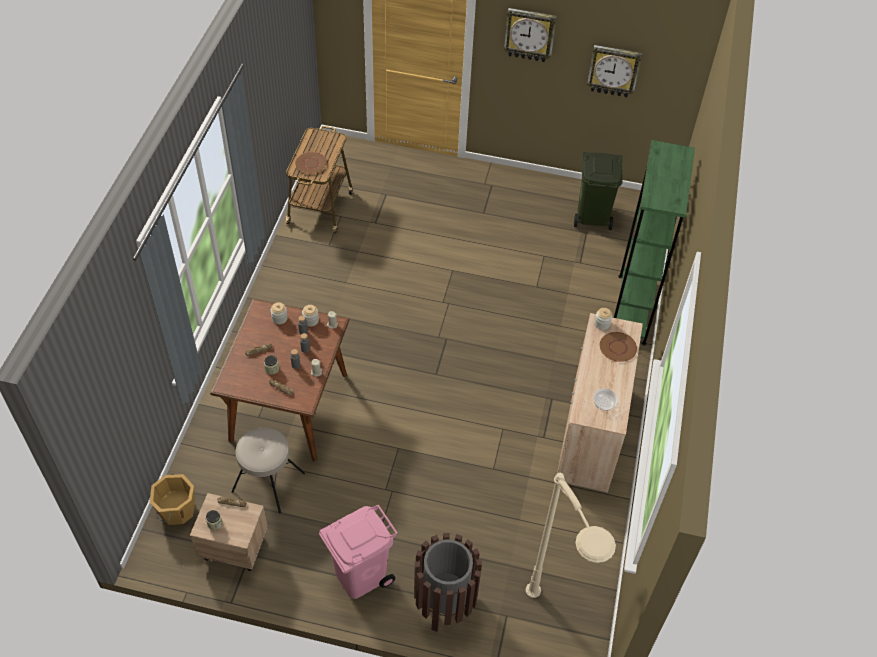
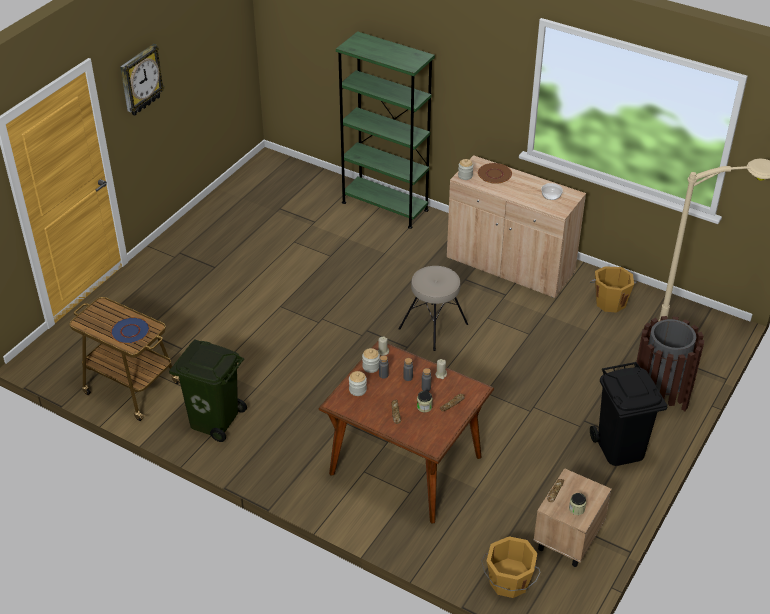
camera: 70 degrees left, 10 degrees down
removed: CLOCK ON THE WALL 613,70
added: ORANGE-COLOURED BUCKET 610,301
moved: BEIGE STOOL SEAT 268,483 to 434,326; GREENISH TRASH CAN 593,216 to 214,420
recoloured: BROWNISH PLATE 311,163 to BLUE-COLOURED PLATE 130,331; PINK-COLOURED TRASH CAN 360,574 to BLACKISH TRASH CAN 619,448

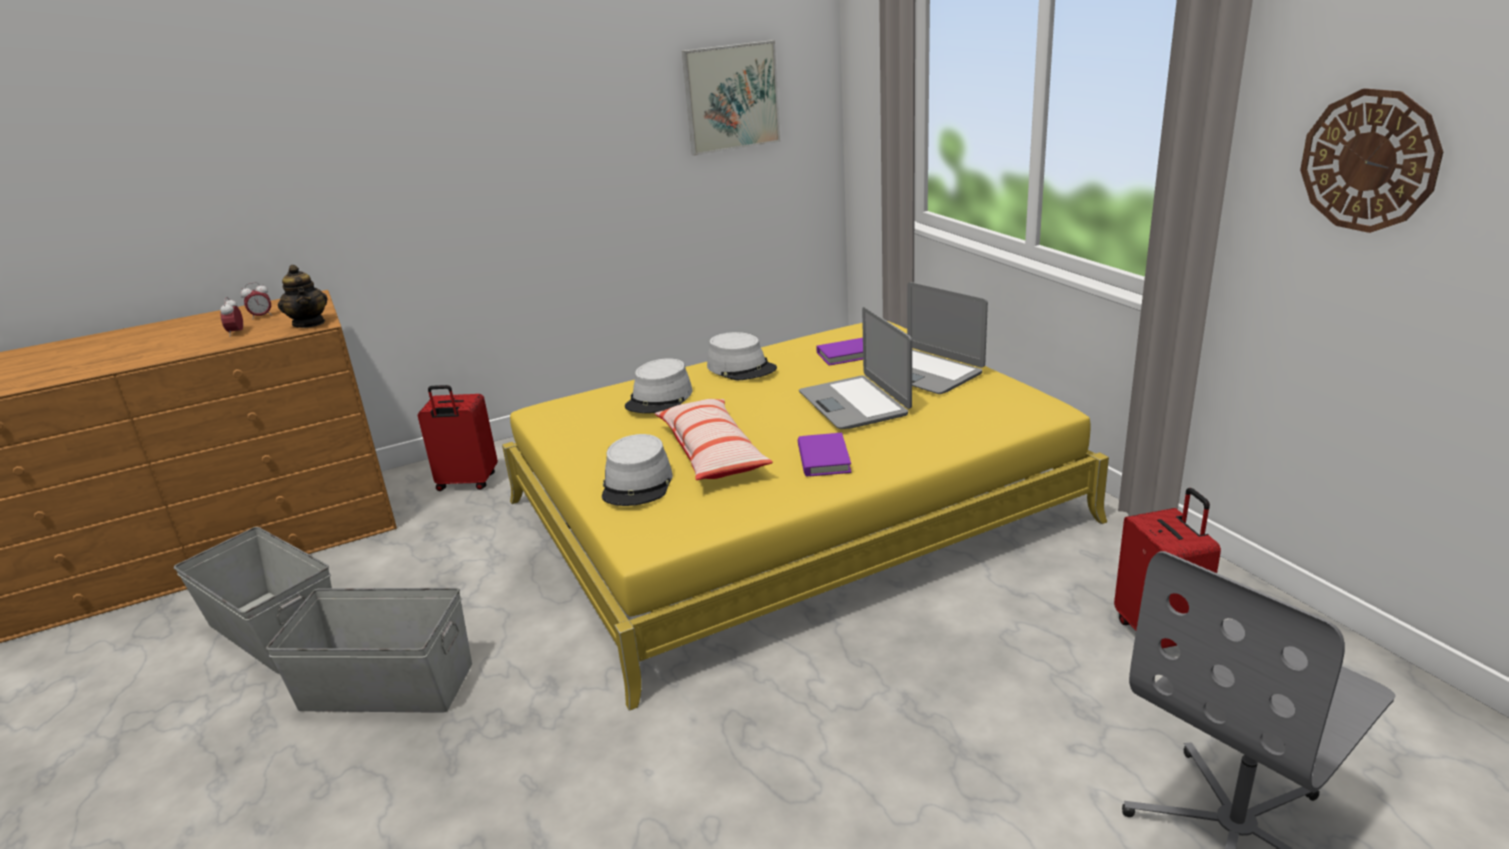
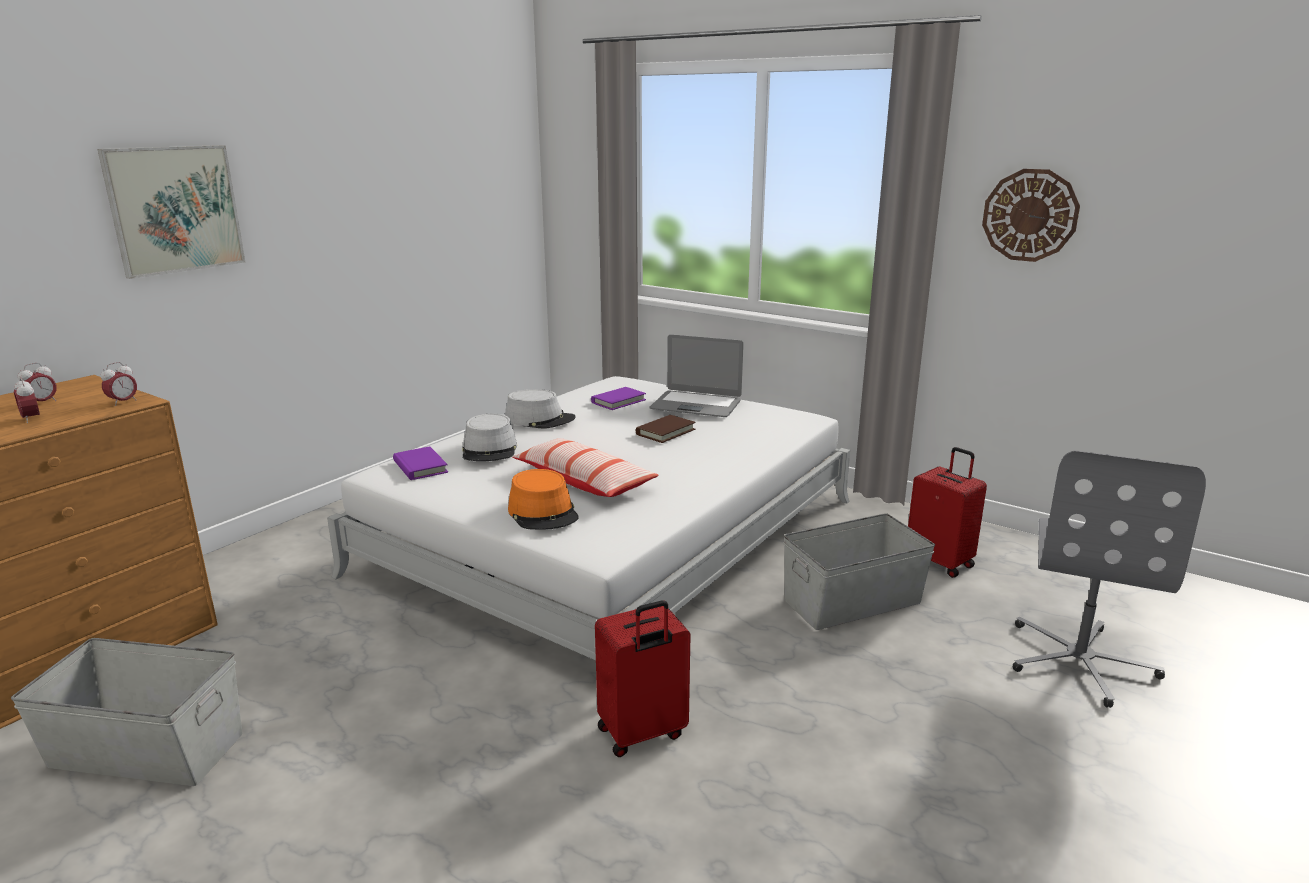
camera: 30 degrees left, 5 degrees down
moved: GREY STORAGE BOX 387,687 to 853,601; REDDISH PIECE OF LUGGAGE 467,483 to 642,734; WALL PICTURE 731,97 to 175,209; PURPLE-COLOURED BOOK 823,458 to 420,467
replaced: TEA POT 309,323 to ALARM CLOCK 123,402; LAPTOP 854,403 to BROWNISH BOOK 665,432
recoloured: YELLOWISH BEDROOM BED 790,511 to WHITE-COLOURED BEDROOM BED 612,536; GREY WEARABLE HAT 637,484 to ORANGE-COLOURED WEARABLE HAT 543,513

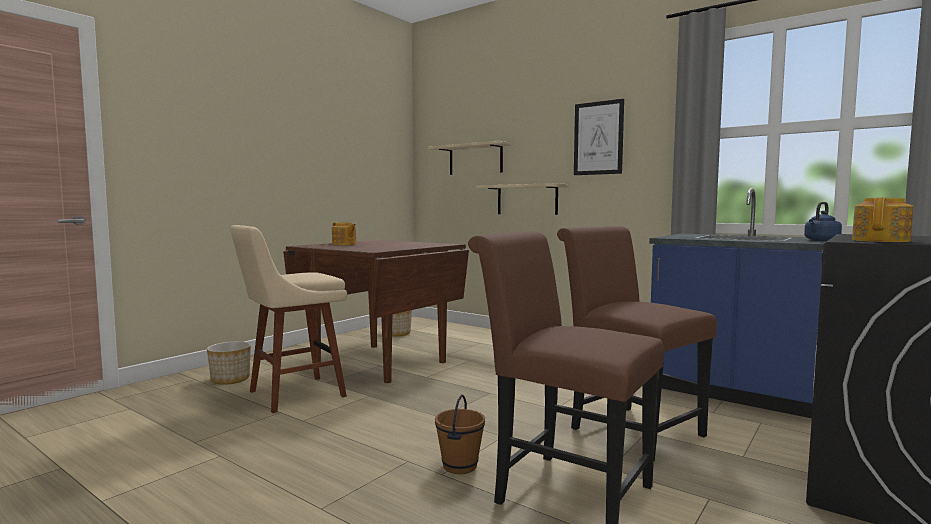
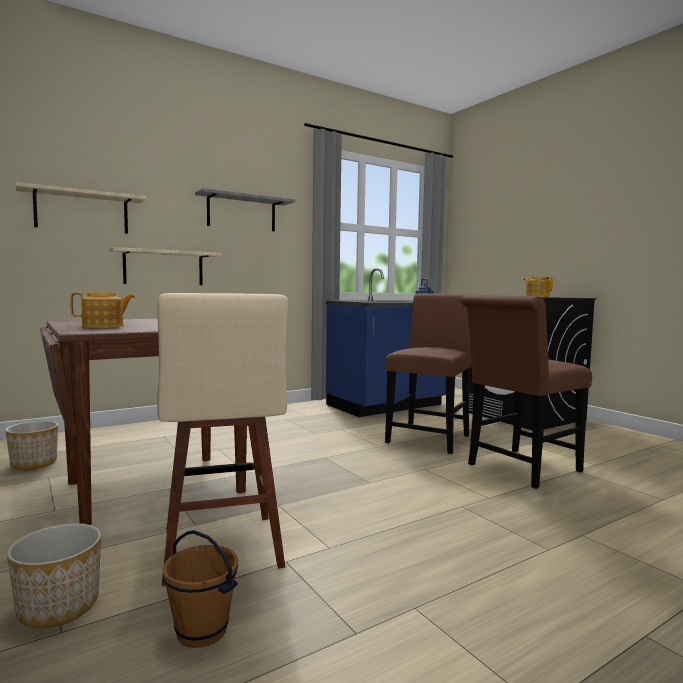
camera: 70 degrees left, 0 degrees up
moved: BROWNISH BUCKET 459,466 to 201,632
replaced: WALL PICTURE 598,138 to GREY SHELF 241,213
turned: BROWNISH CHAIR 629,429 = 430,437 135 degrees clockwise

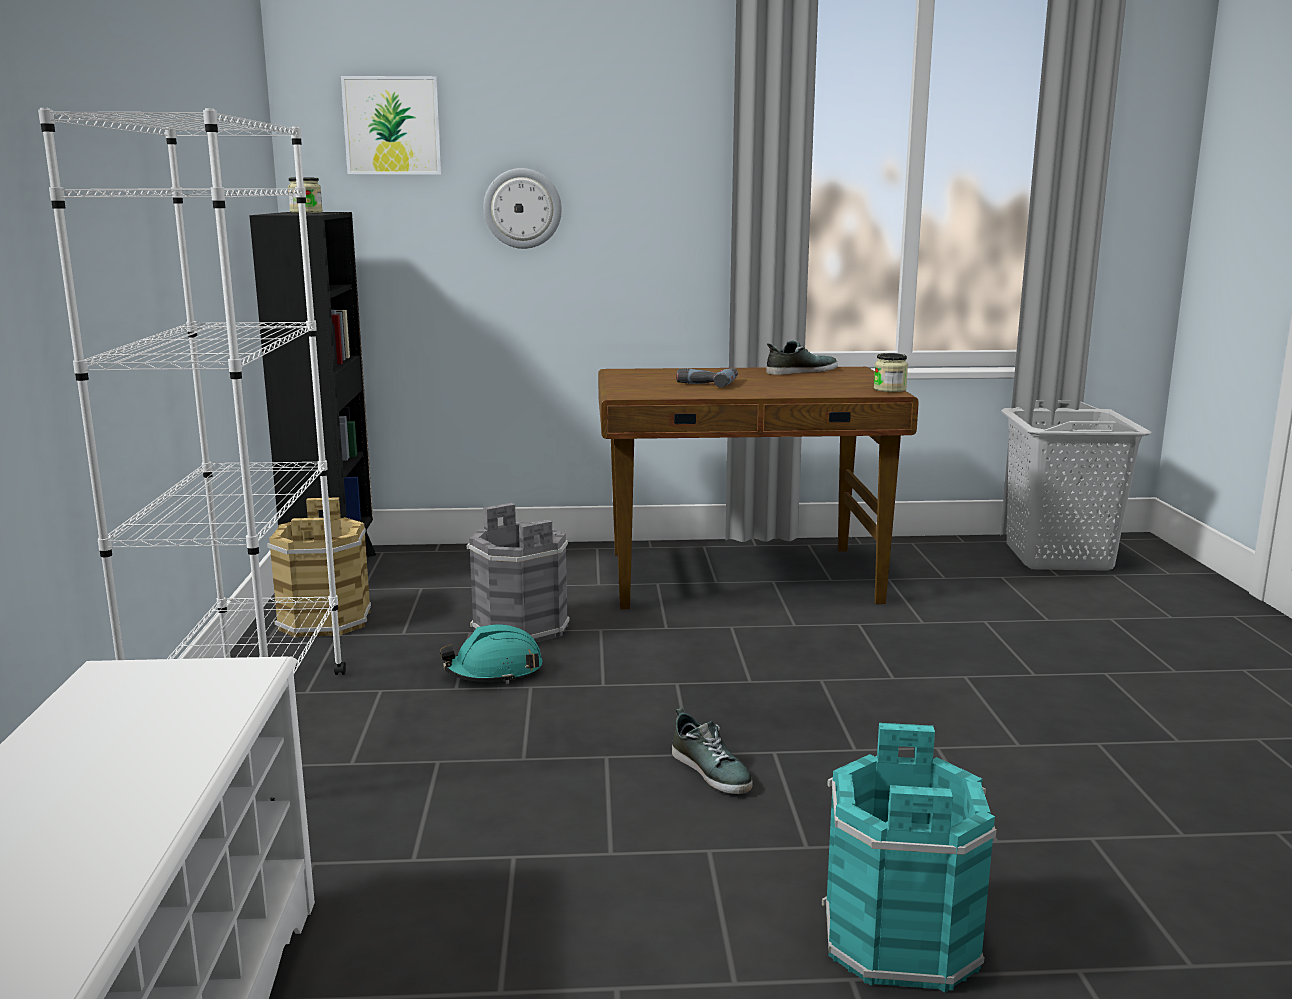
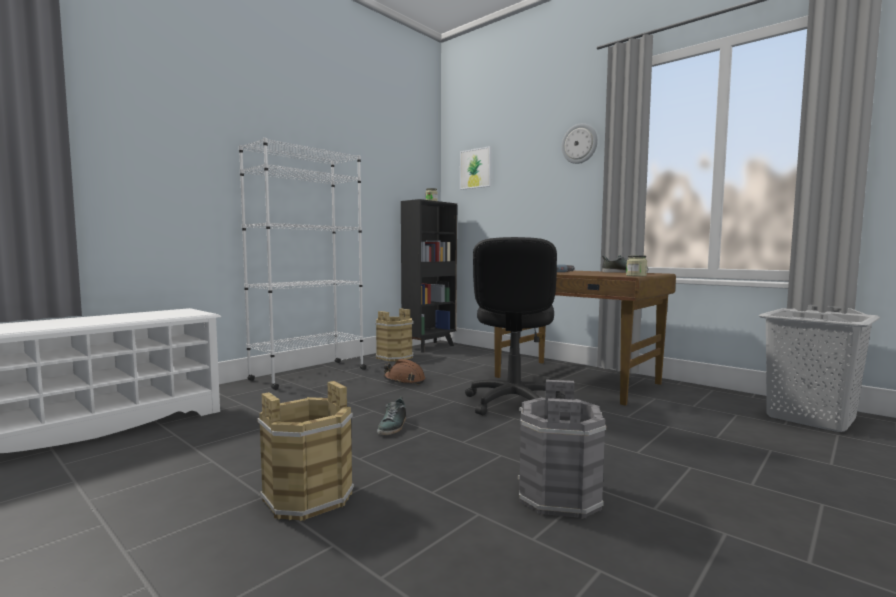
camera: 45 degrees right, 10 degrees down
added: BLACKISH COMPUTER CHAIR 513,403
moved: GREY BUCKET 519,628 to 558,495; CLOCK ON THE WALL 522,208 to 579,144
recoloured: BLUE-GREEN WORK HELMET 494,672 to BROWNISH WORK HELMET 404,380; BLUE-GREEN BUCKET 899,939 to BROWNISH BUCKET 307,496

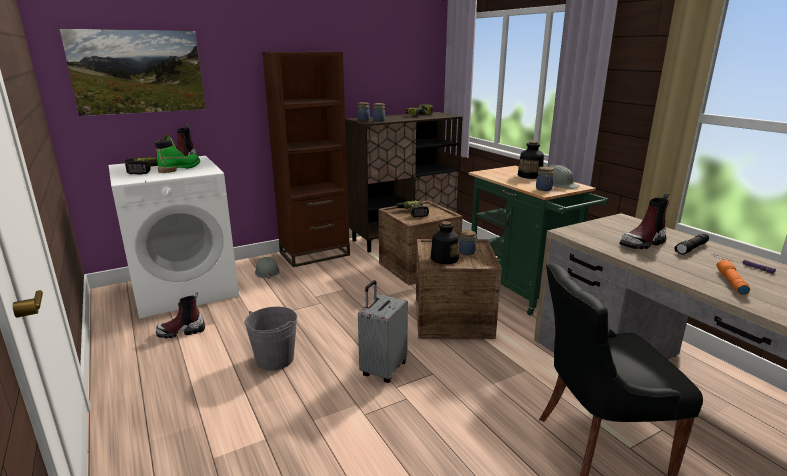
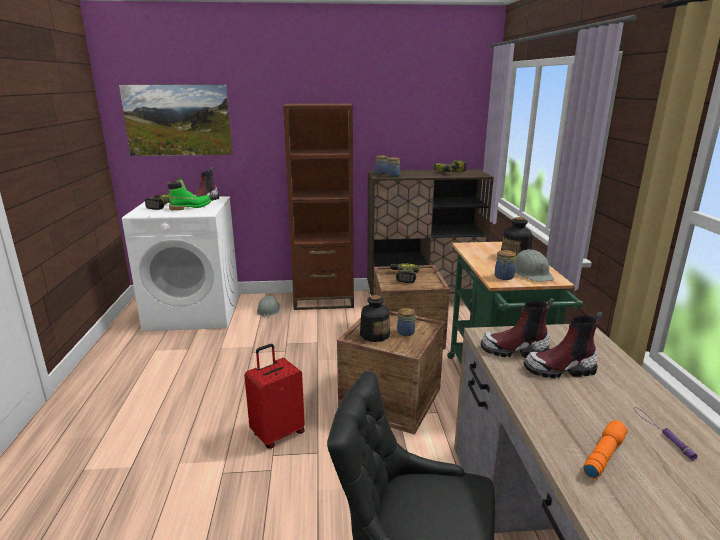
camera: 25 degrees right, 0 degrees up
removed: GREY BUCKET 275,359; BLACKISH FLASHLIGHT 691,249
moved: TALL BOOT 181,331 to 514,351
recoloured: GREY PIECE OF LUGGAGE 383,369 to REDDISH PIECE OF LUGGAGE 277,433

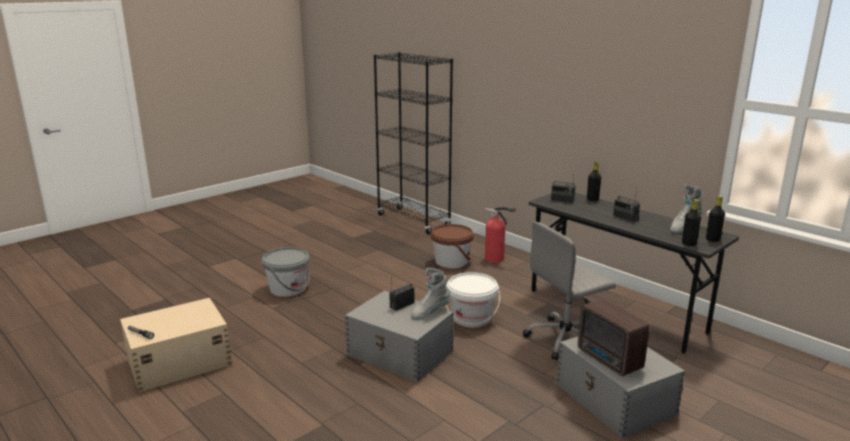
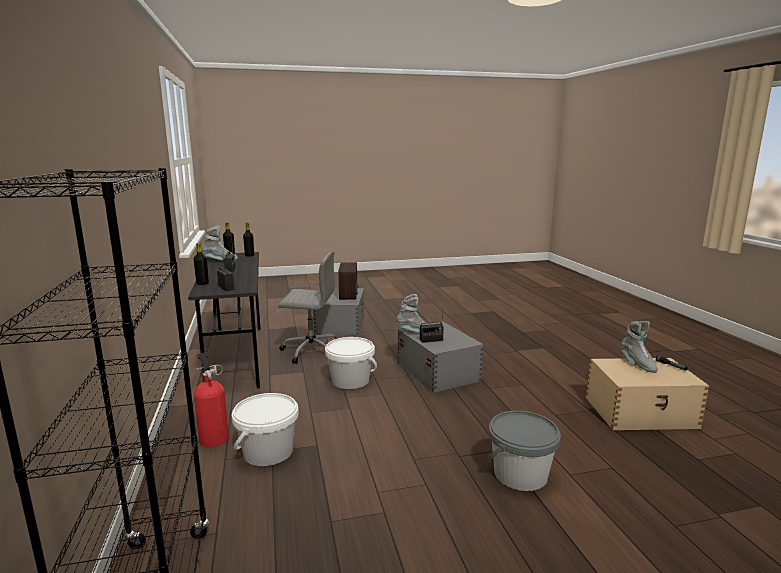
camera: 150 degrees left, 5 degrees down
added: GREY TALL BOOT 637,364
recoloured: BROWNISH BUCKET 451,261 to WHITE-COLOURED BUCKET 268,452

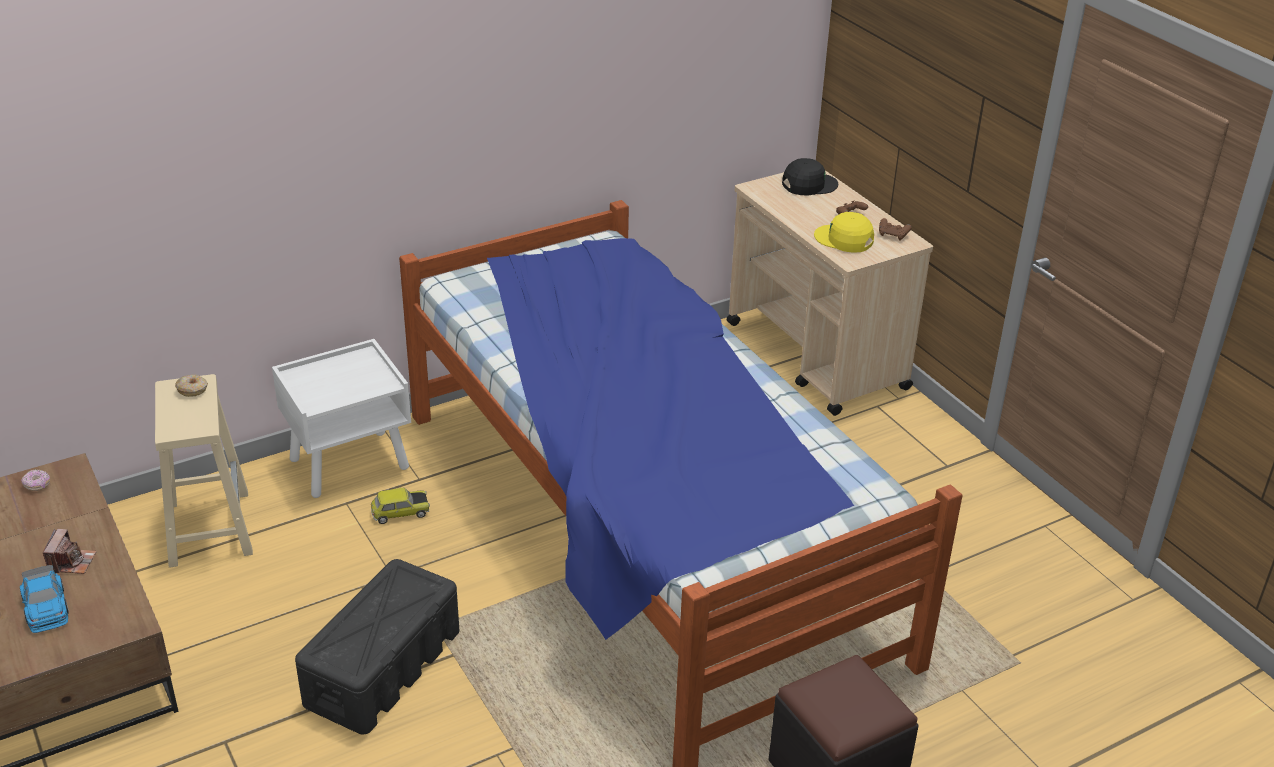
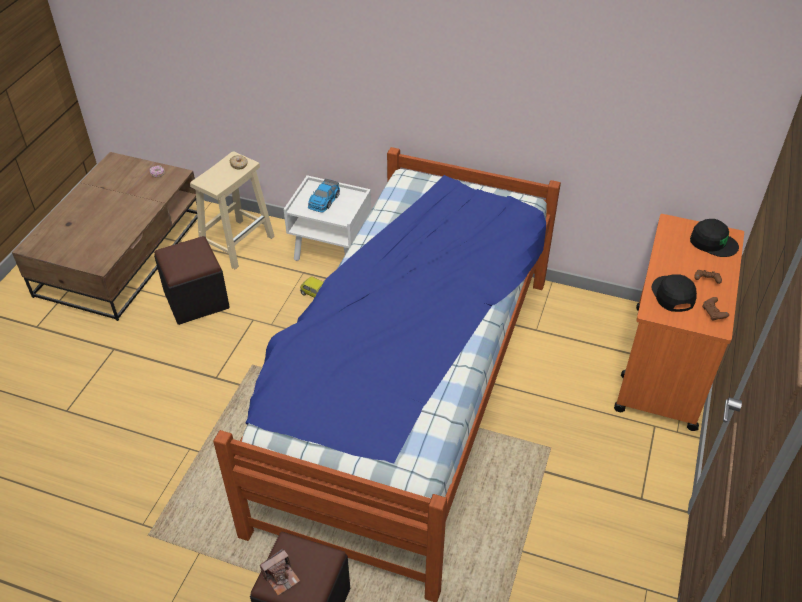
camera: 50 degrees right, 10 degrees up
removed: BLACKISH STORAGE BOX 384,667
added: BLACKISH FOOTREST 196,300
moved: MINIATURE CAR 46,608 to 324,201; PHOTO CAMERA 72,562 to 281,577
recoloured: BEIGE CART 817,356 to ORANGE-COLOURED CART 664,366; YELLOWISH CAP 844,239 to BLACKISH CAP 672,295

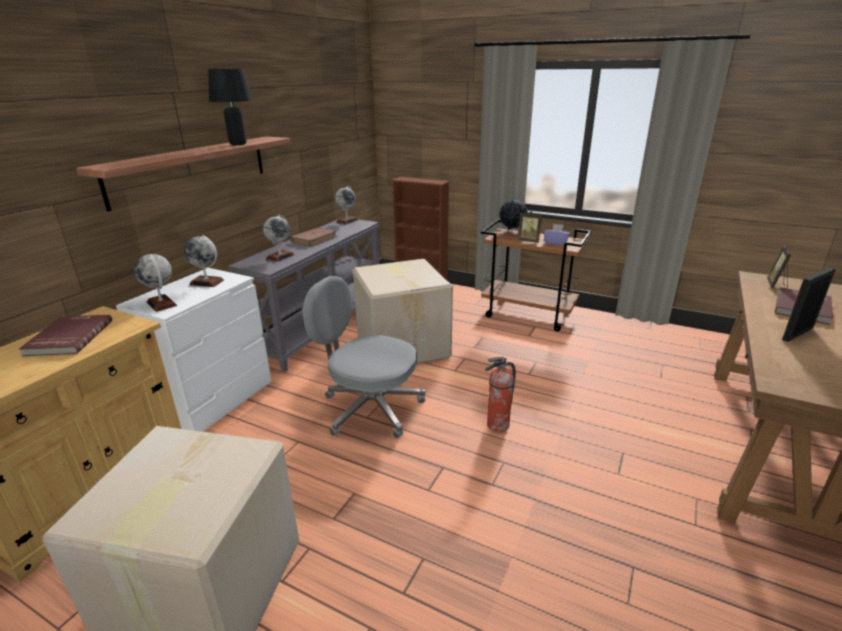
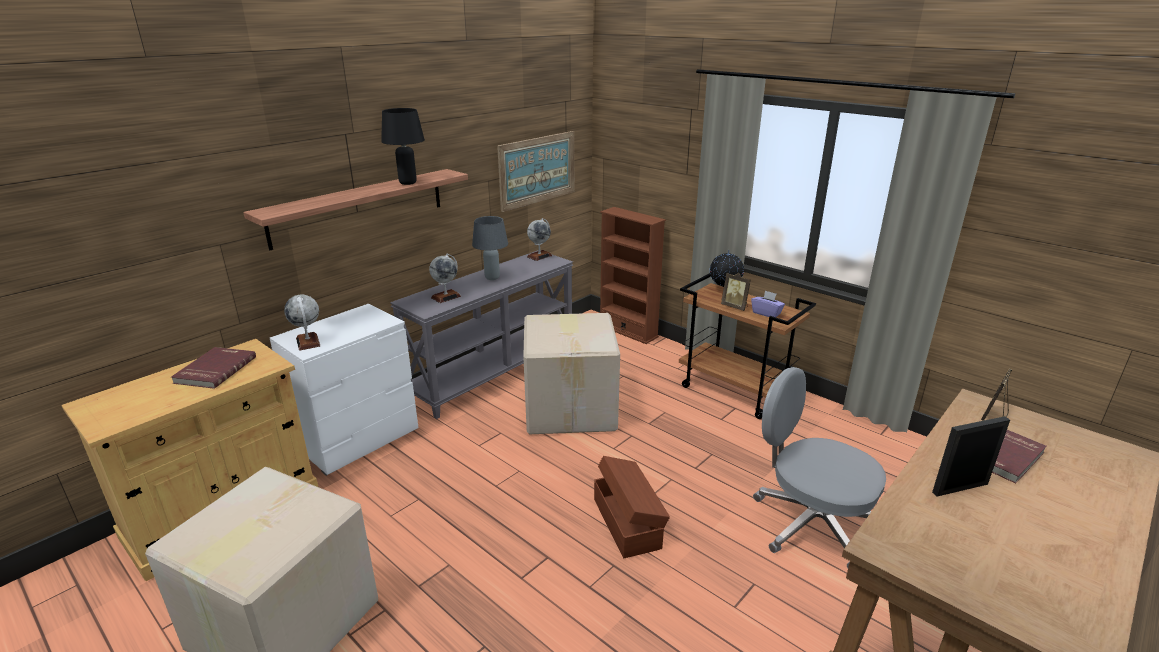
camera: 15 degrees right, 0 degrees up
removed: DESK GLOBE 207,282
added: WALL PICTURE 537,170
moved: GREY COMPUTER CHAIR 370,408 to 810,524
replaced: BROWNISH BOOK 314,239 to GREY TABLETOP LAMP 491,278; FIRE-FIGHTING CYLINDER 497,425 to BROWNISH STORAGE BOX 627,522

